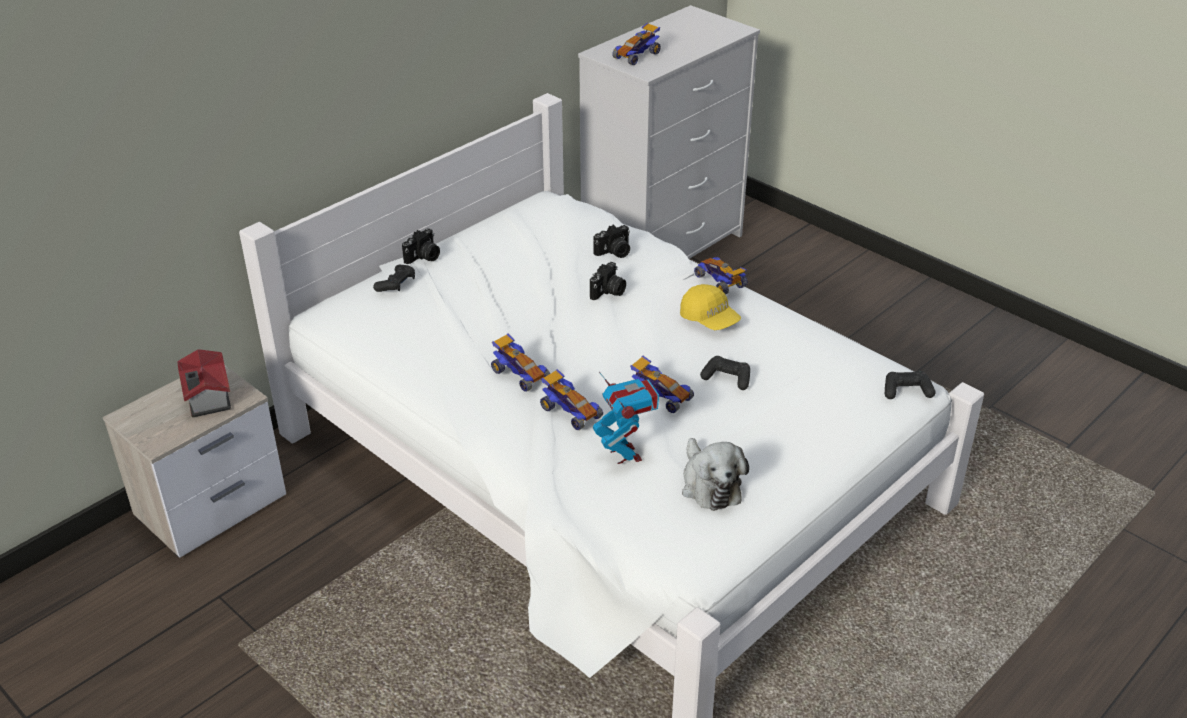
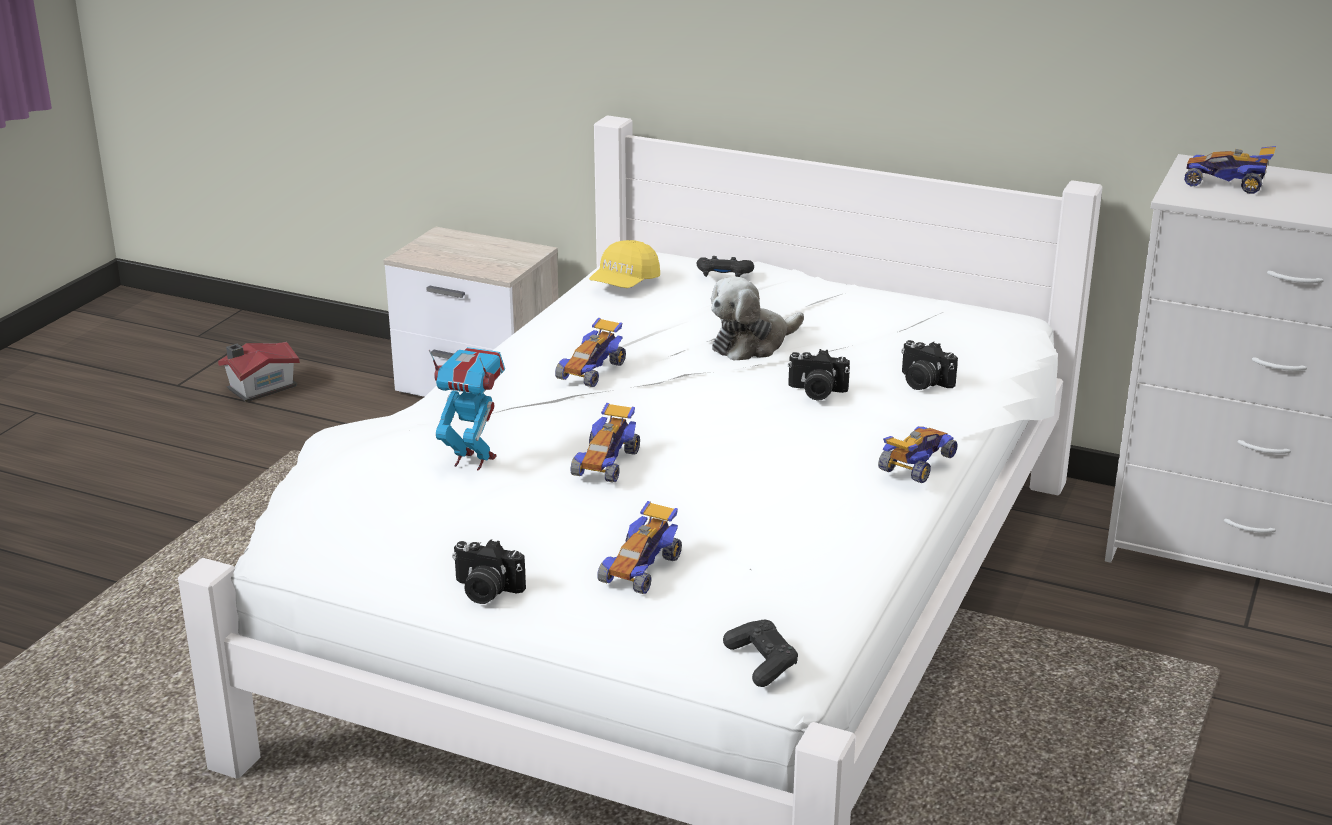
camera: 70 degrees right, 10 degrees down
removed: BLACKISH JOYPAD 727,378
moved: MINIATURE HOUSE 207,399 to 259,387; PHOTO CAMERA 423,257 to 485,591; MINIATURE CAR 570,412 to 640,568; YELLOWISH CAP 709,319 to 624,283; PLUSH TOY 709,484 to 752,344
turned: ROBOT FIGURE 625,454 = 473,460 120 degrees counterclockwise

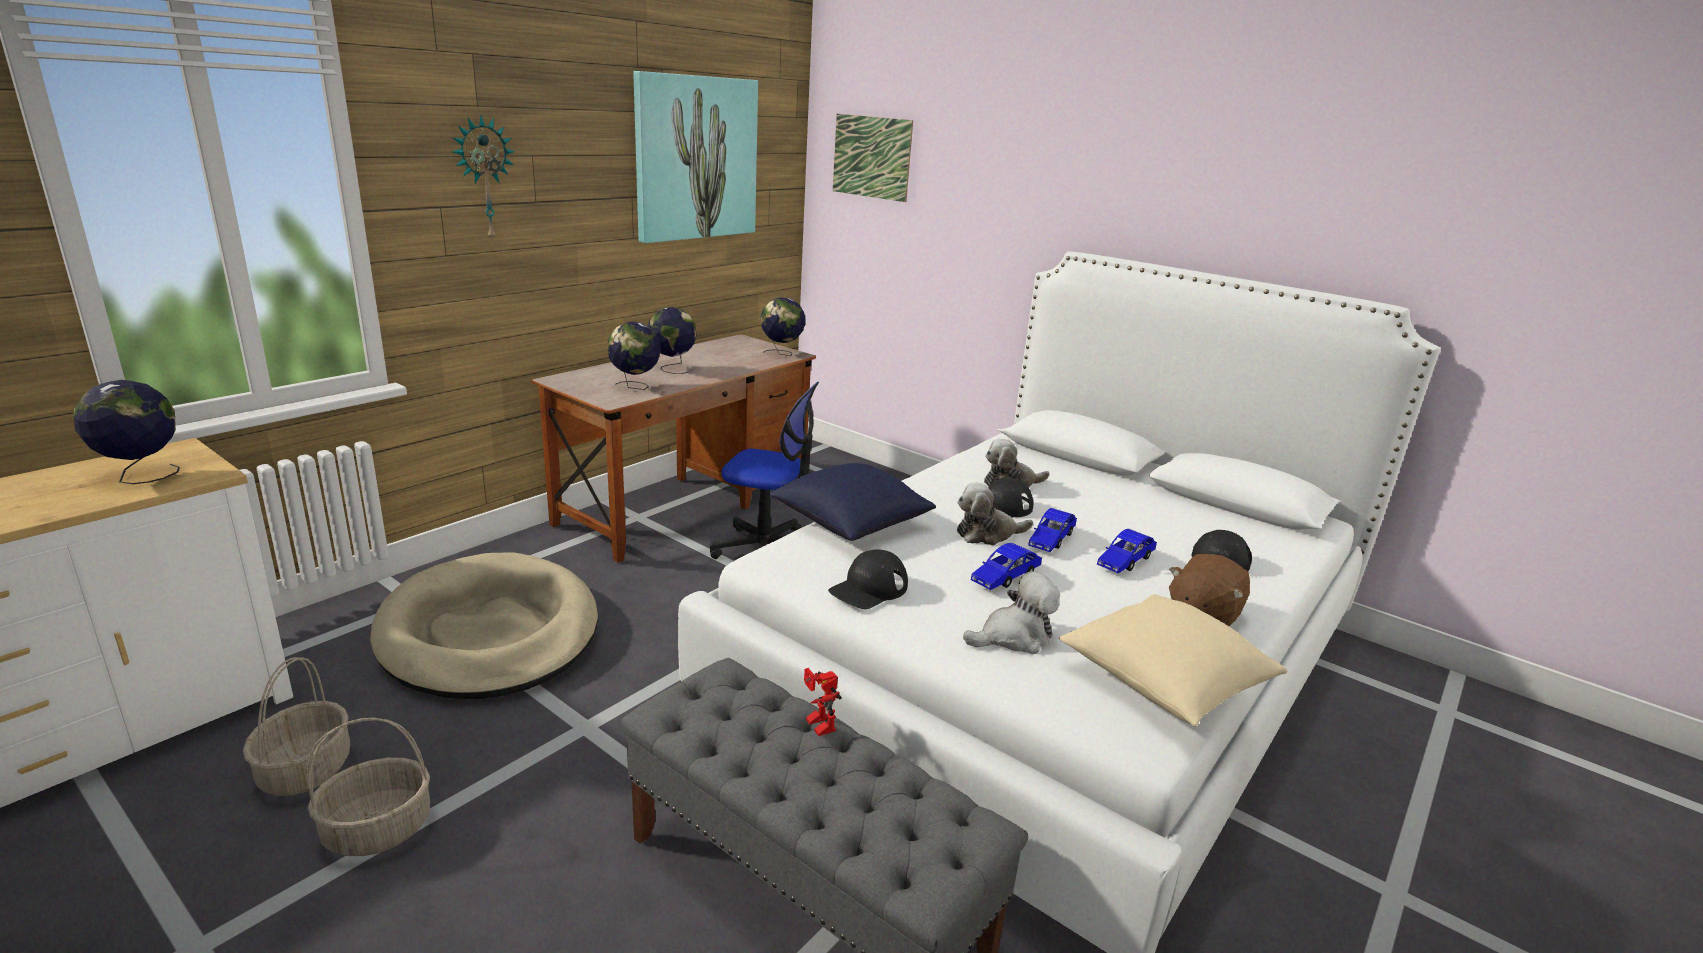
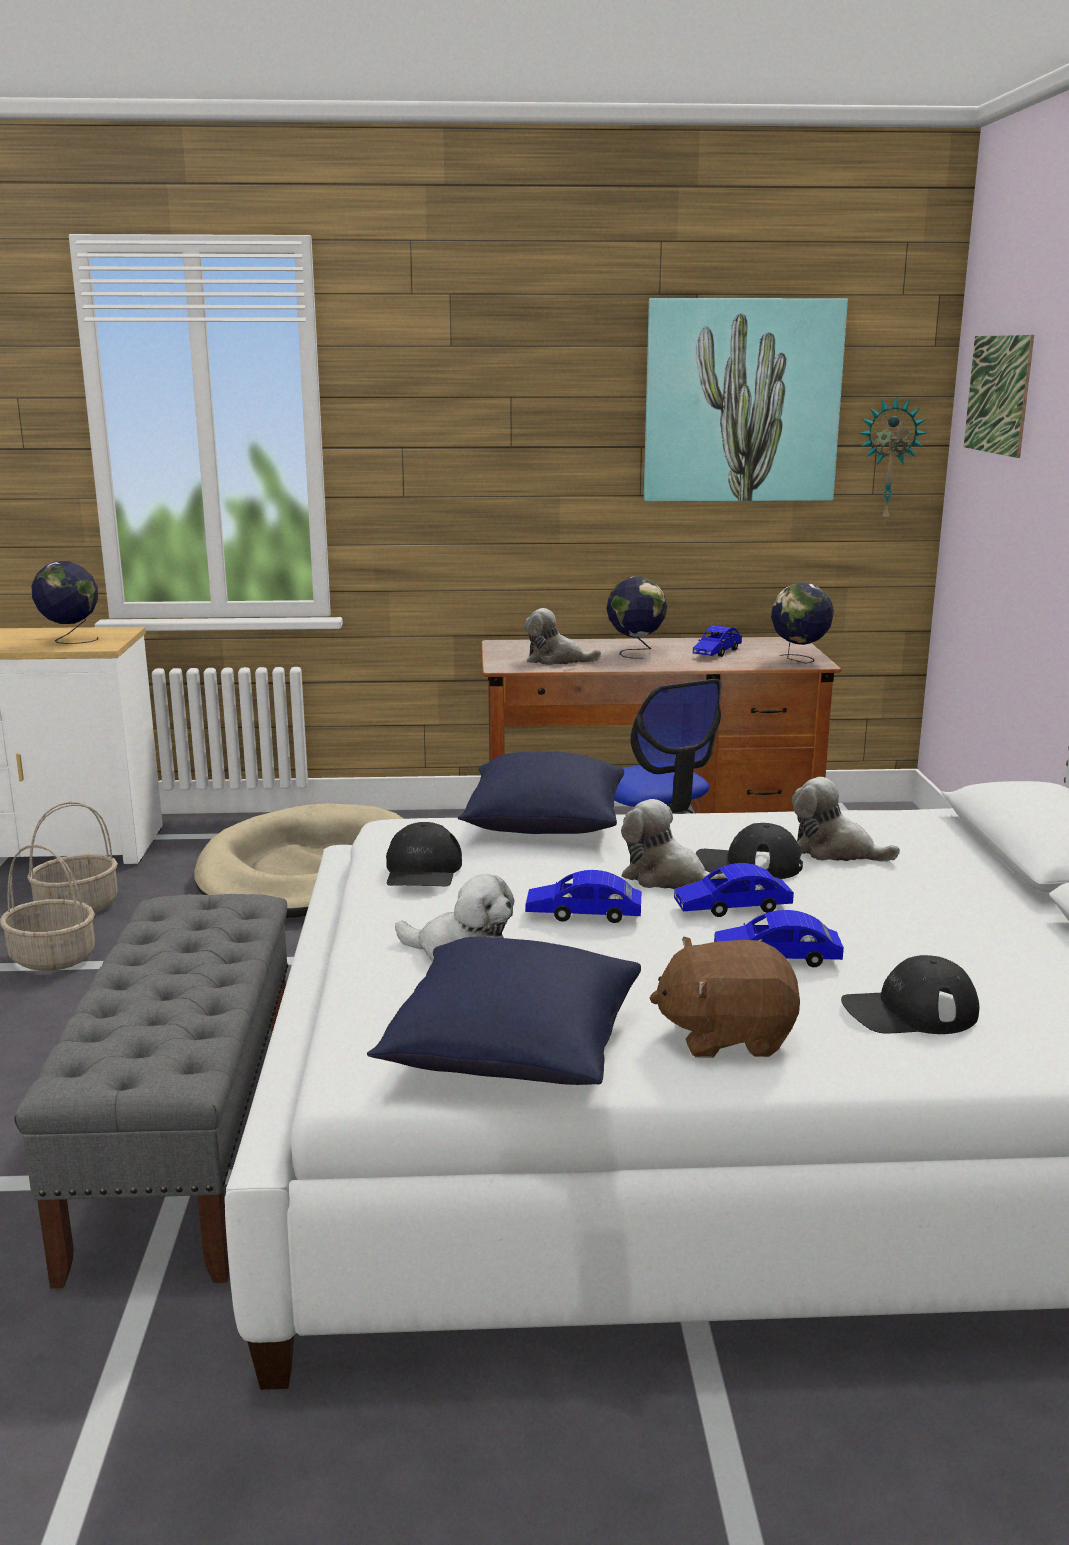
camera: 50 degrees right, 5 degrees down
removed: ROBOT FIGURE 816,724
added: BLUE-COLOURED MINIATURE CAR 717,653
moved: CLOCK ON THE WALL 483,179 to 888,460
replaced: DESK GLOBE 635,387 to PLUSH TOY 556,660
recoloured: BEIGE PILLOW 1163,682 to BLUE-COLOURED PILLOW 511,1051
turned: BLACKISH CAP 868,589 = 422,871 90 degrees counterclockwise

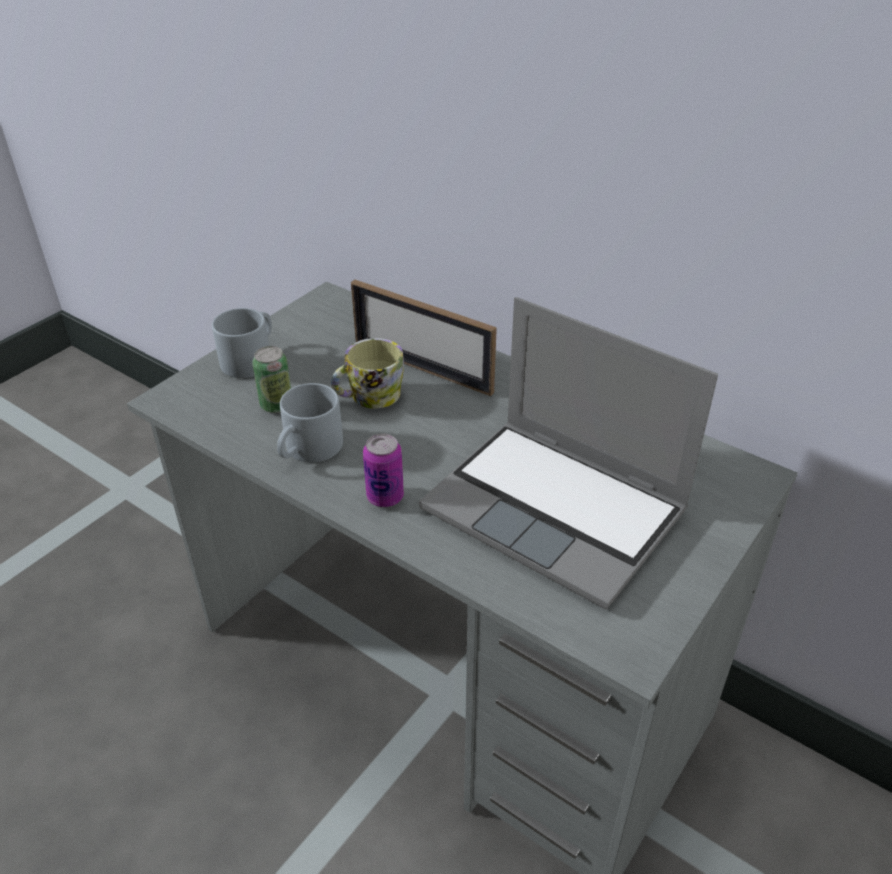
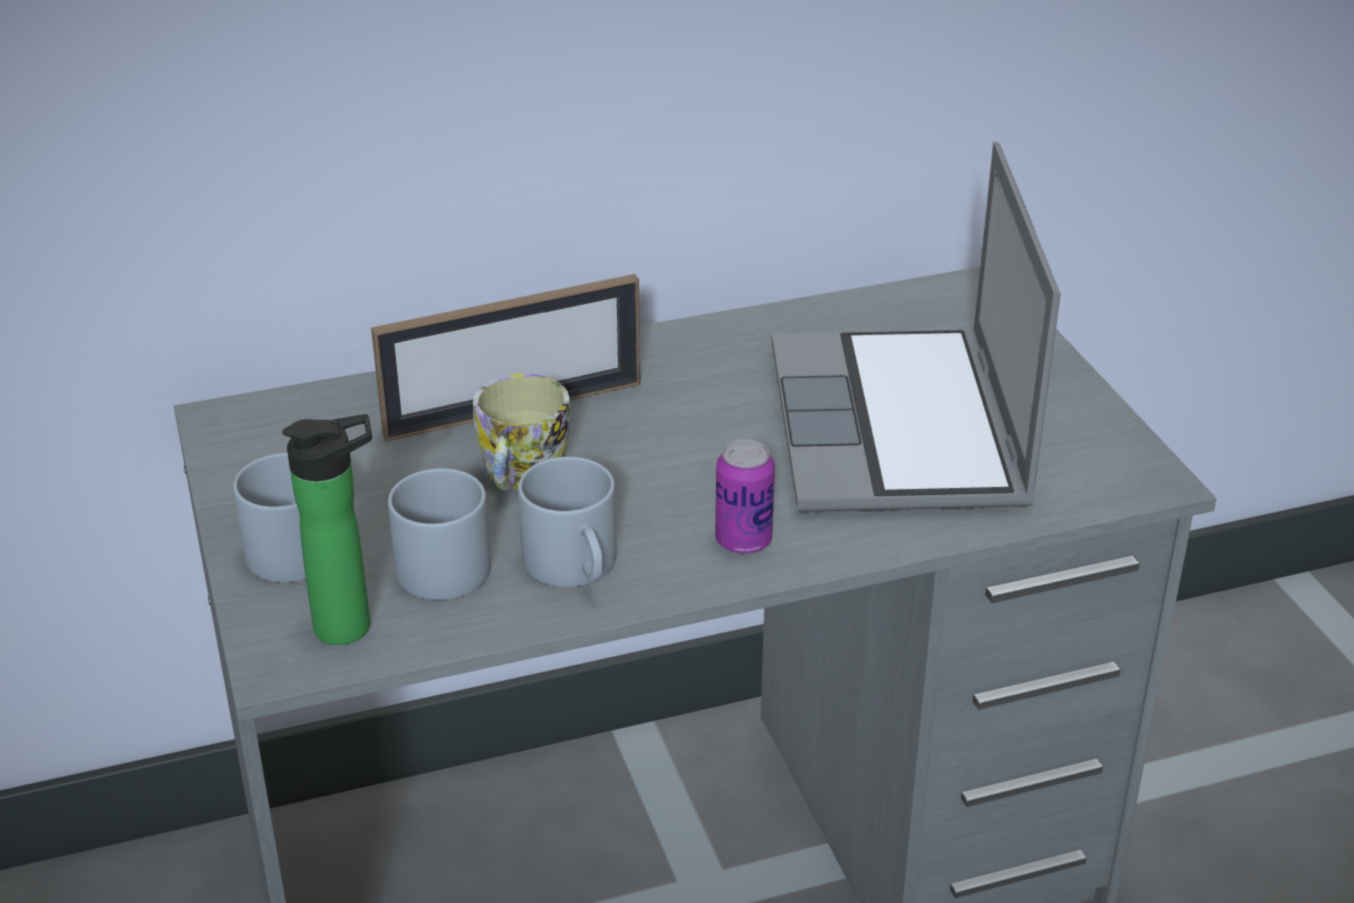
camera: 55 degrees left, 5 degrees down
added: BEVERAGE BOTTLE 352,626
replaced: SEALED CAN 276,405 to GREY TEA MUG 437,560
turned: LAPTOP 558,511 = 901,429 105 degrees clockwise

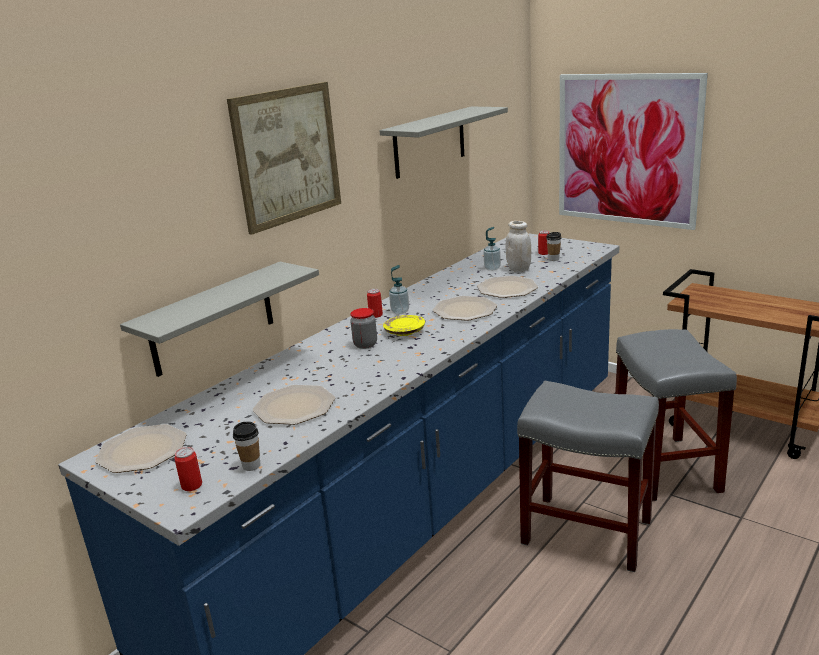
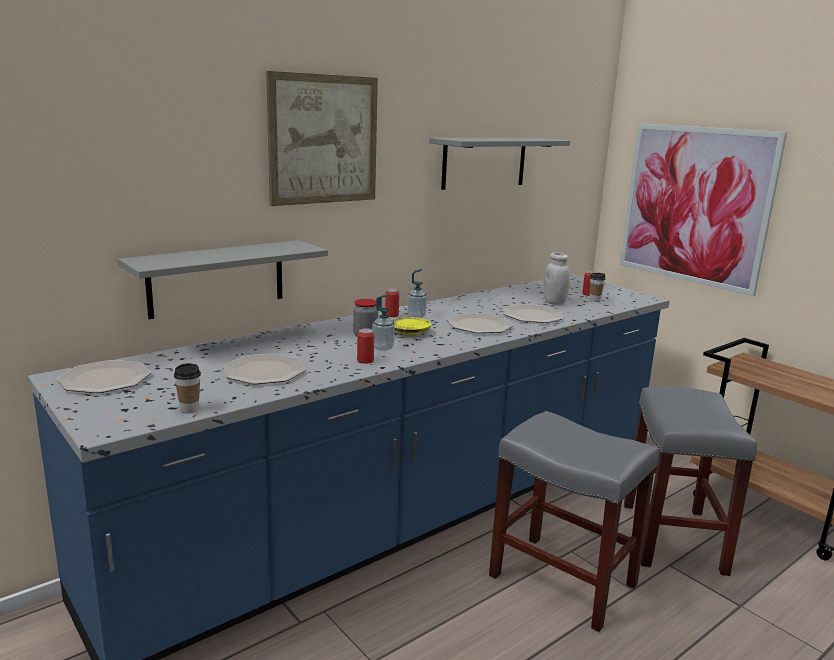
camera: 10 degrees right, 5 degrees down
moved: SEALED CAN 192,485 to 365,360; SOAP DISPENSER 492,268 to 383,348

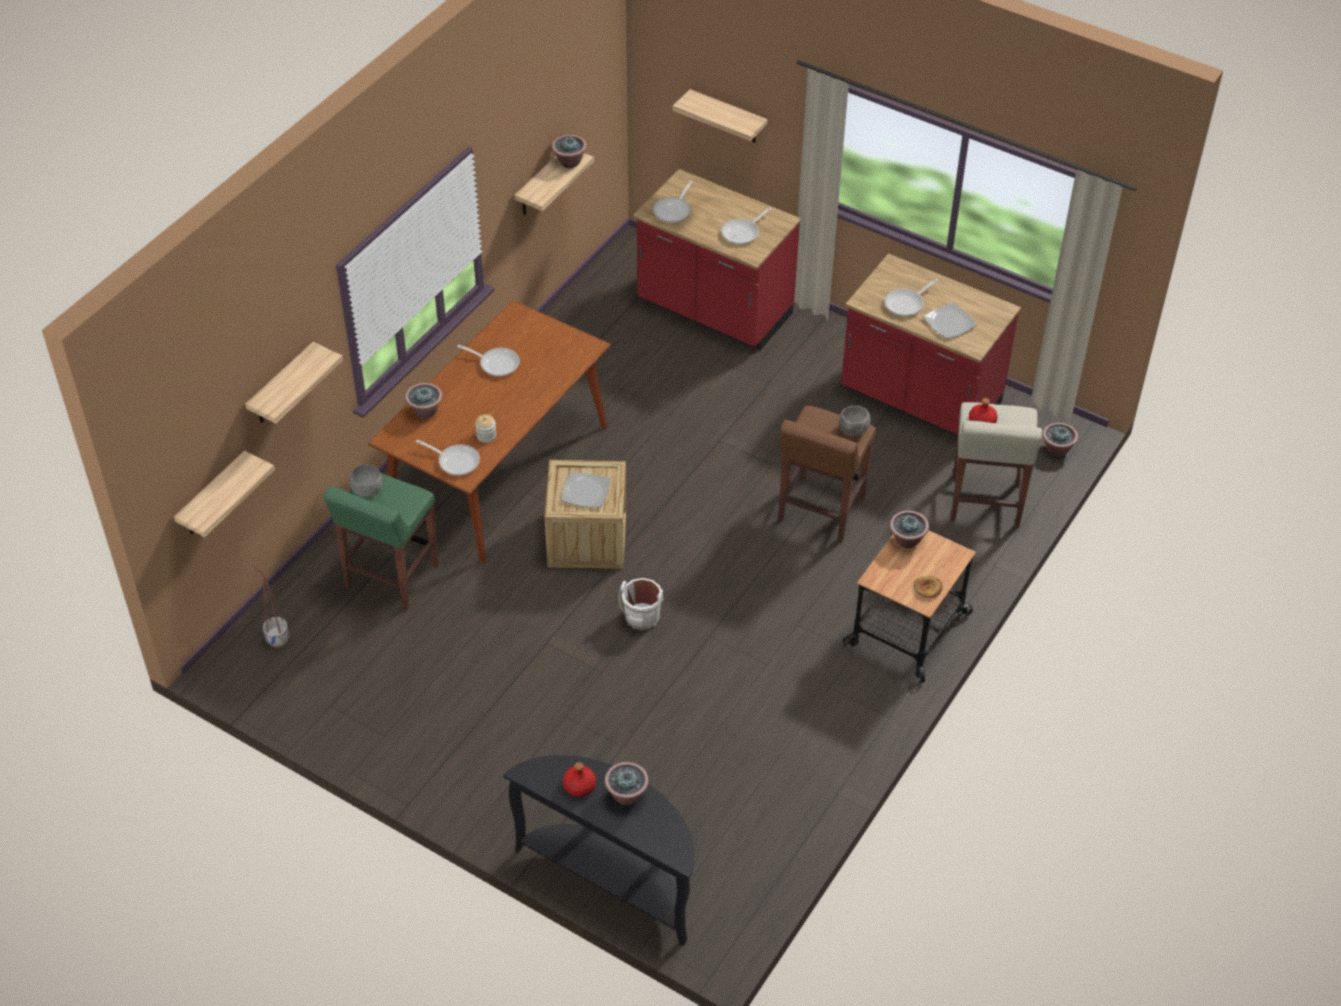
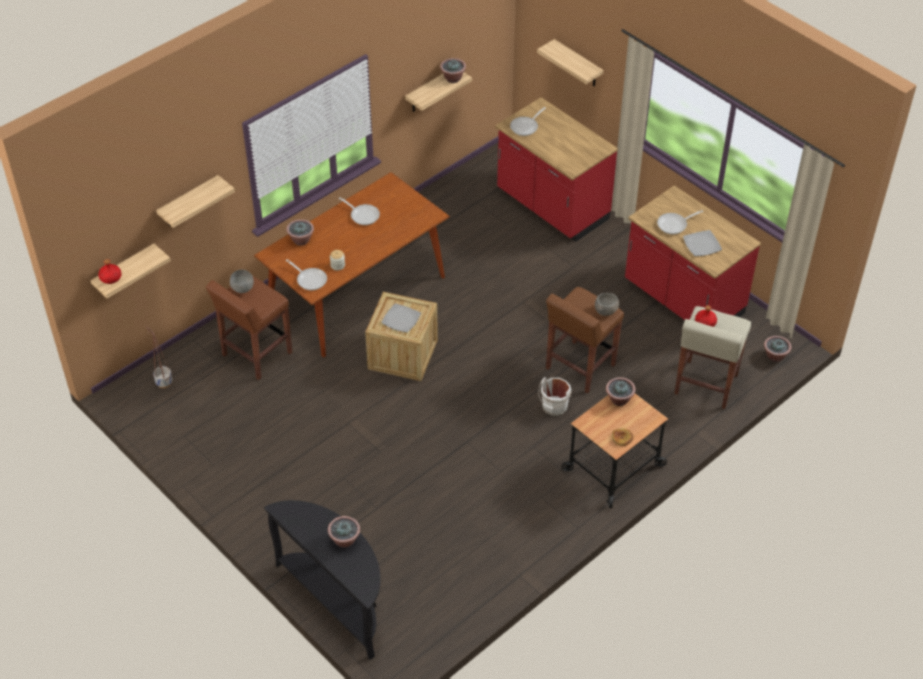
camera: 15 degrees right, 0 degrees up
removed: FRYING PAN 743,232
moved: REDDISH BEVERAGE BOTTLE 580,786 to 111,278; WHITE-COLOURED BUCKET 642,618 to 554,407
recoloured: GREENISH STOOL SEAT 391,577 to BROWNISH STOOL SEAT 256,354

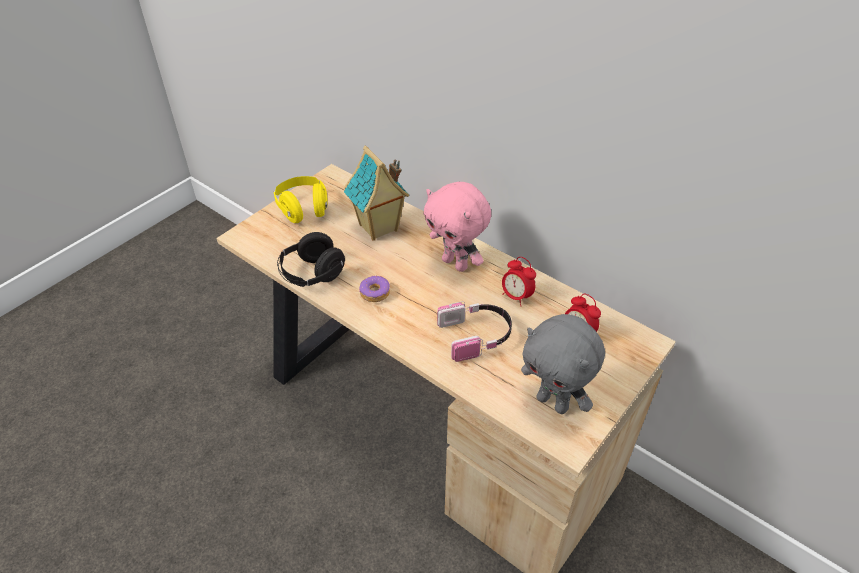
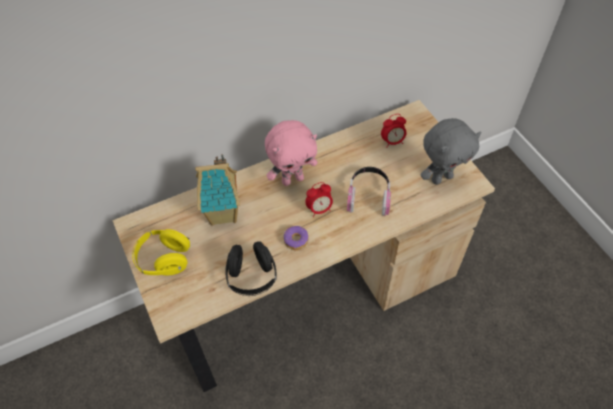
camera: 65 degrees left, 10 degrees up
moved: ALARM CLOCK 516,296 to 319,209

